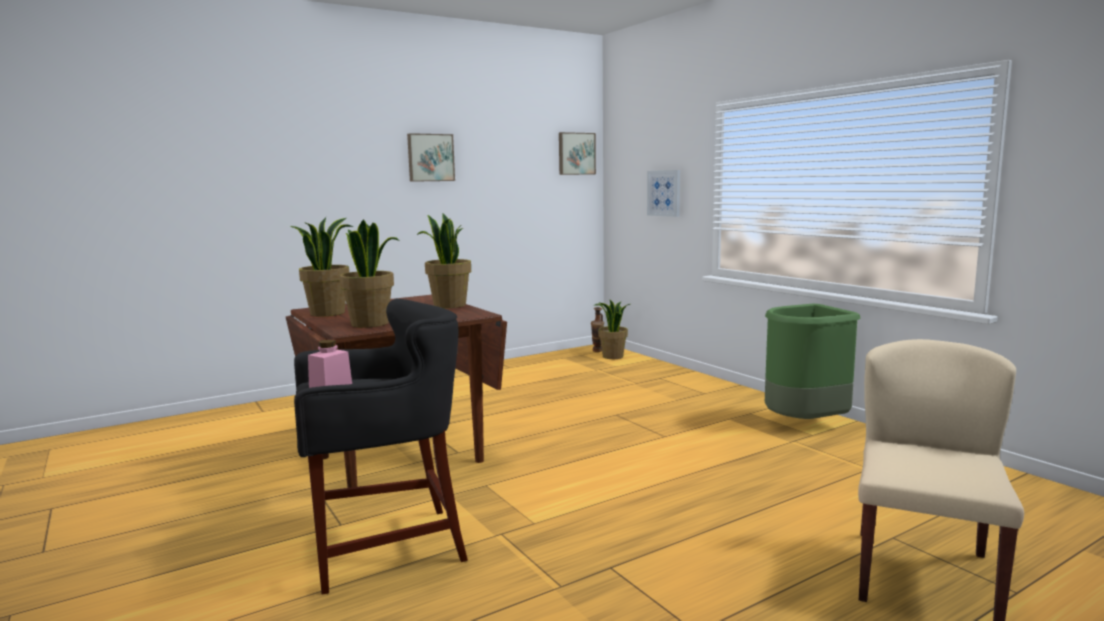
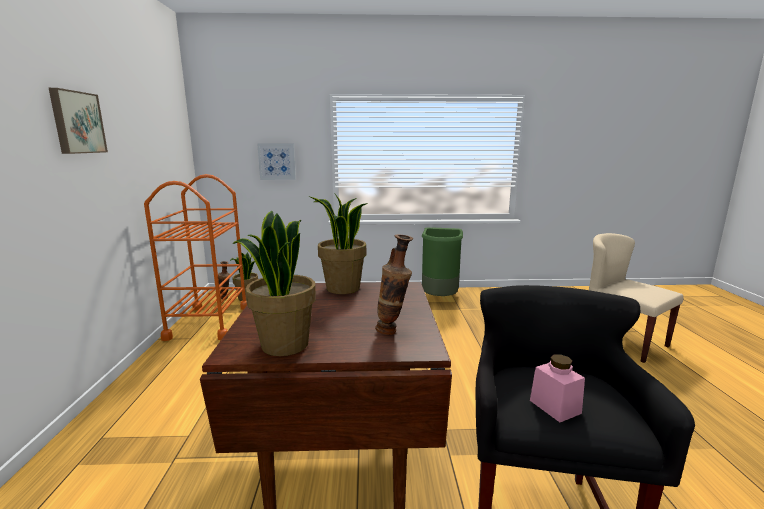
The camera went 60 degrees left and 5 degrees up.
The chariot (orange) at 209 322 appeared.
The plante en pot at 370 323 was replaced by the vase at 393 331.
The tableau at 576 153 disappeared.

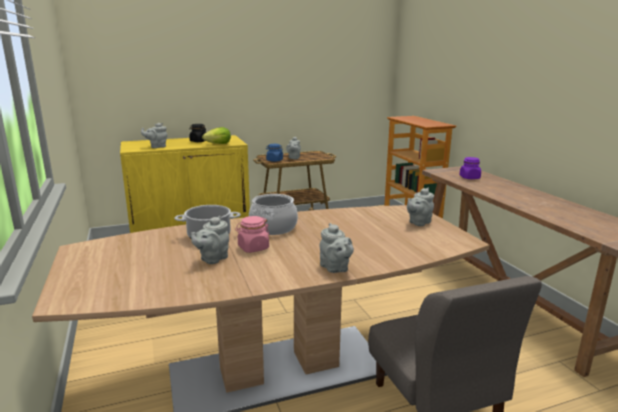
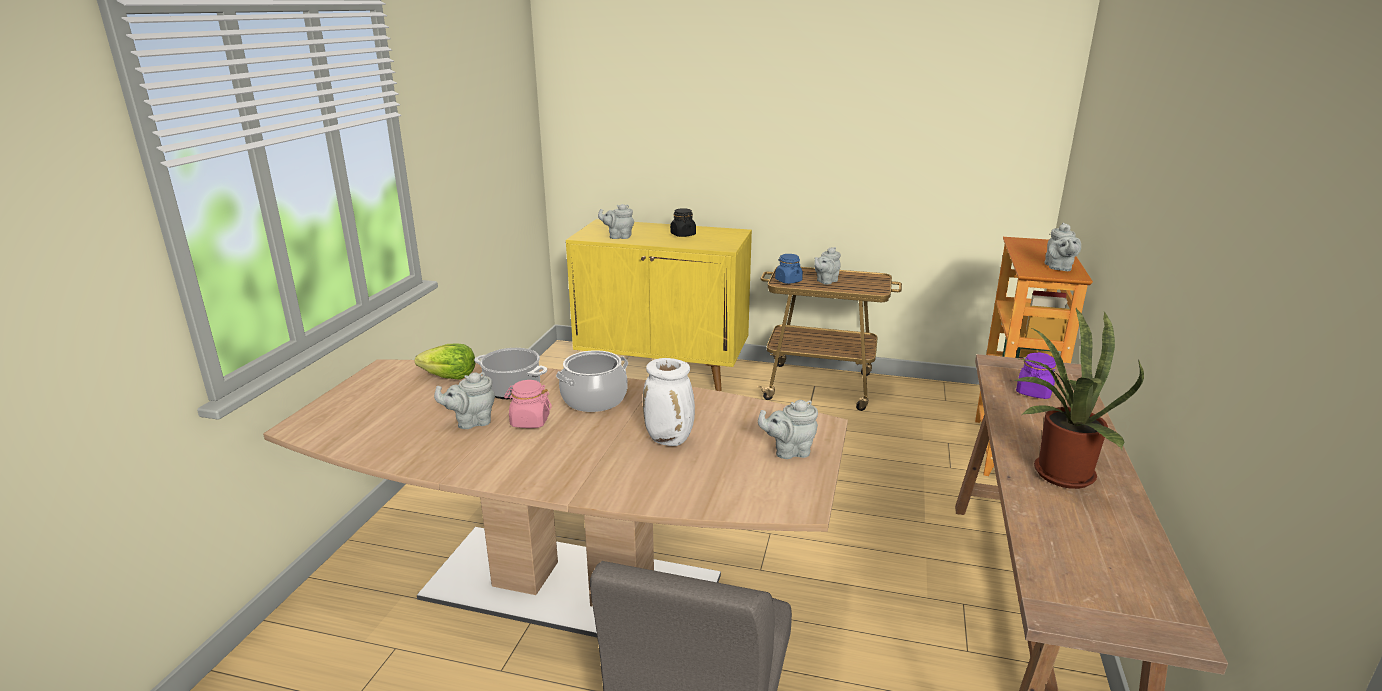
The camera went 35 degrees right and 5 degrees up.
The laitue moved from 218 144 to 450 377.
The vase (blanc) at 670 440 appeared.
The plante en pot at 1056 473 appeared.
The théière (gris) moved from 335 268 to 1058 268.

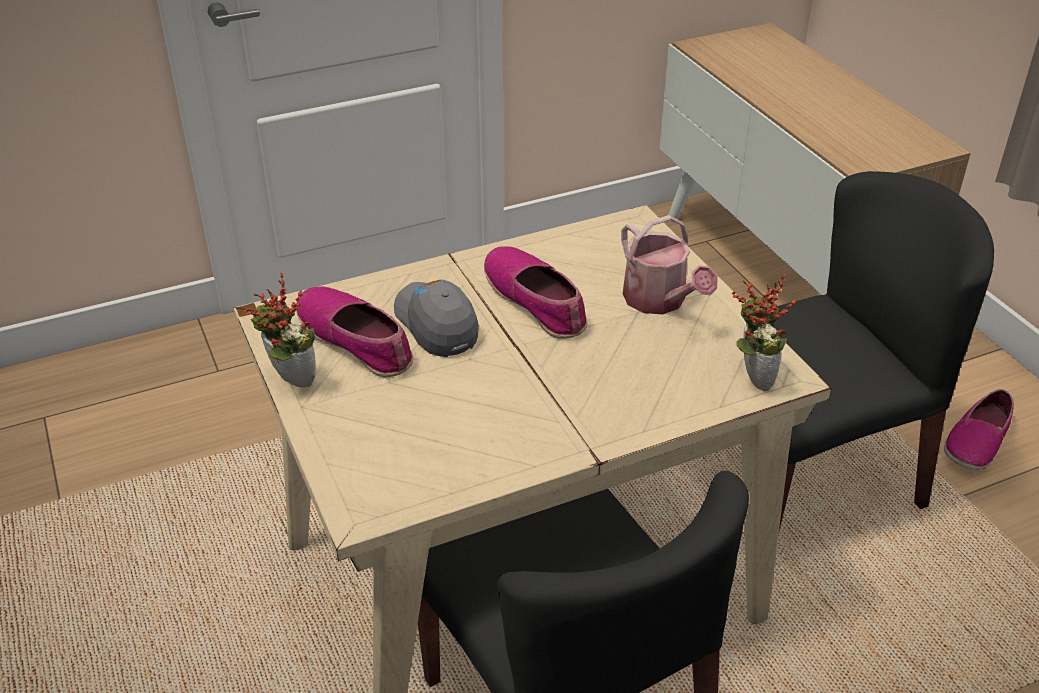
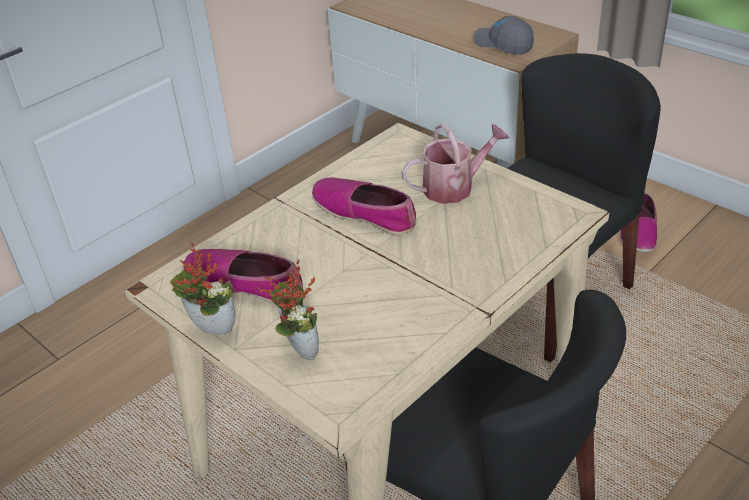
The camera went 20 degrees left and 0 degrees up.
The plante en pot moved from 751 377 to 298 350.
The arrosoir at 660 301 turned 60 degrees counterclockwise.
The casquette (gris) moved from 436 325 to 503 44.

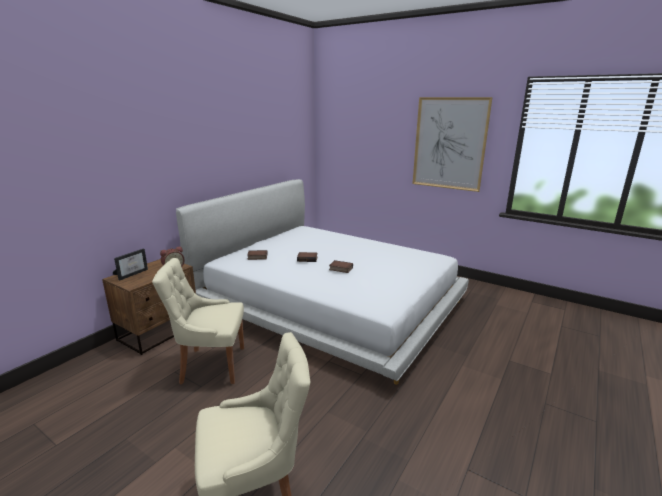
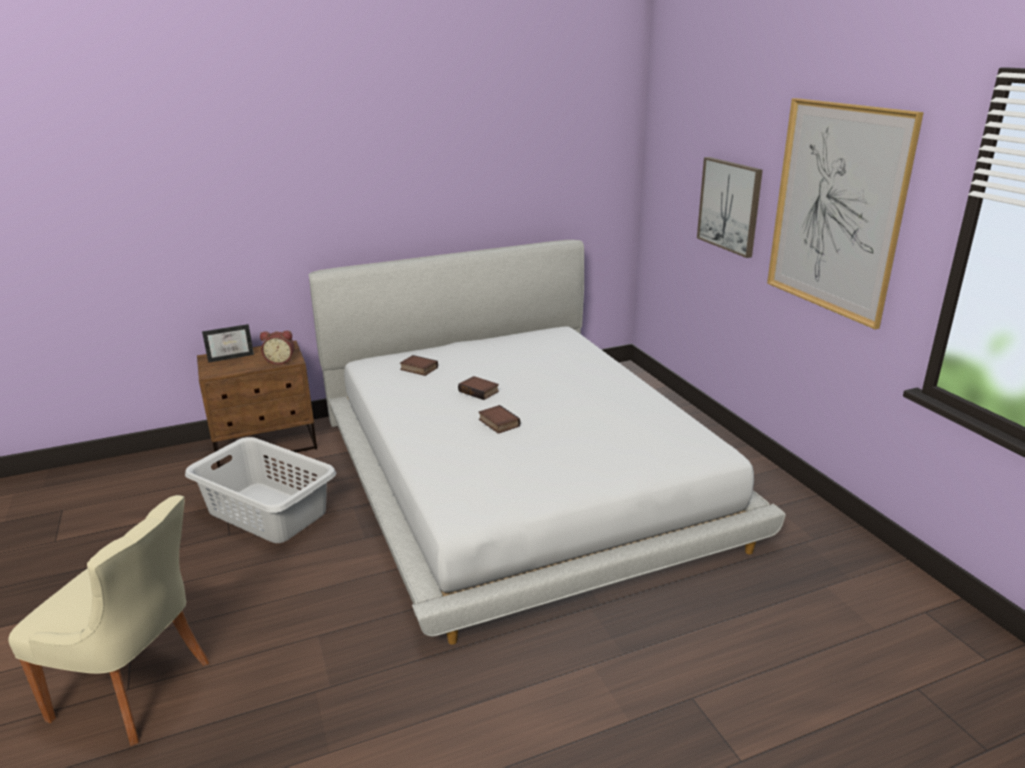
The camera went 35 degrees right and 5 degrees up.
The chaise (beige) at 210 365 was replaced by the panier à linge (gris) at 267 511.
The tableau at 730 206 appeared.

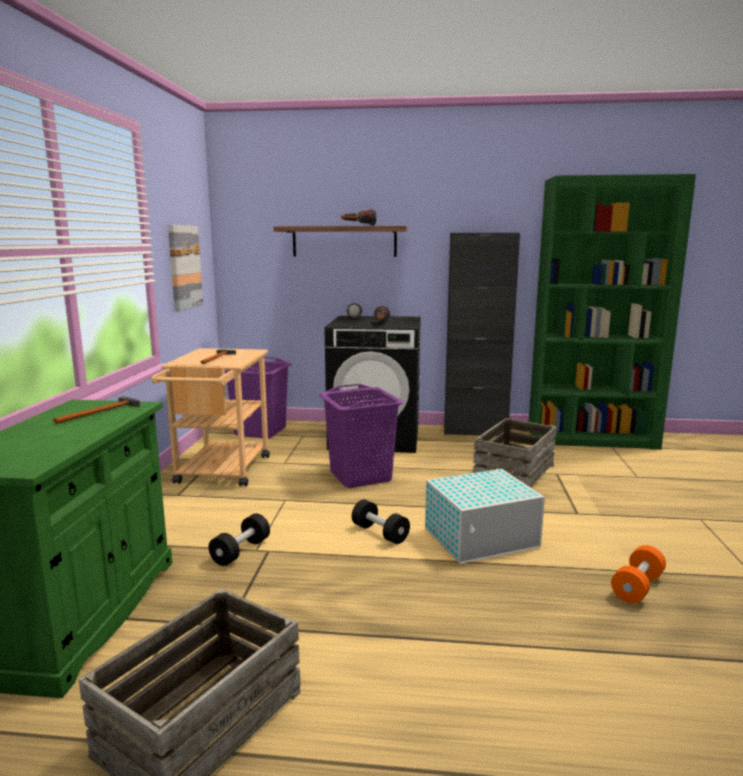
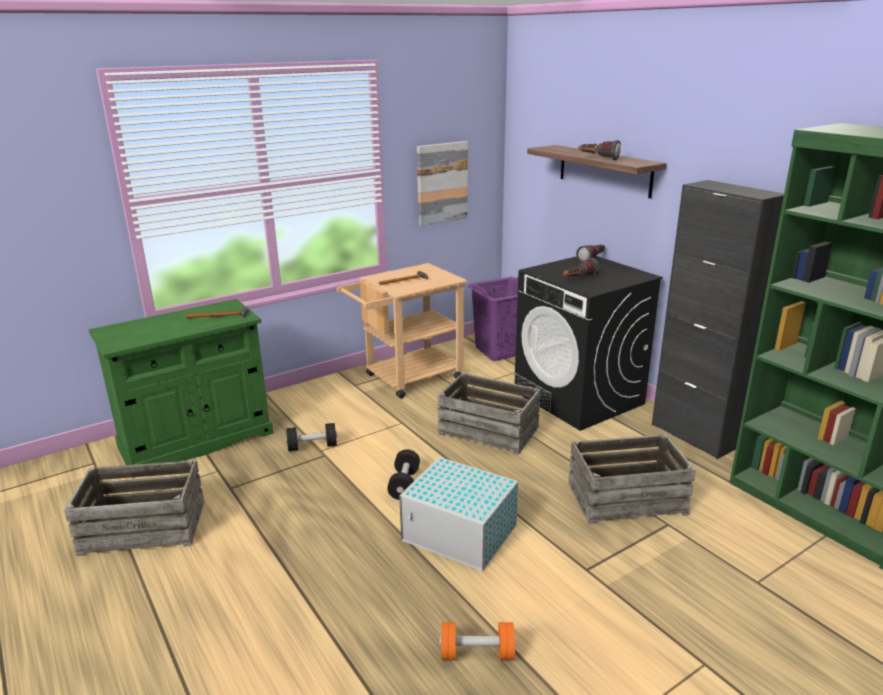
The camera went 50 degrees right and 10 degrees up.
The panier à linge (violet) at 361 476 was replaced by the caisse at 489 430.

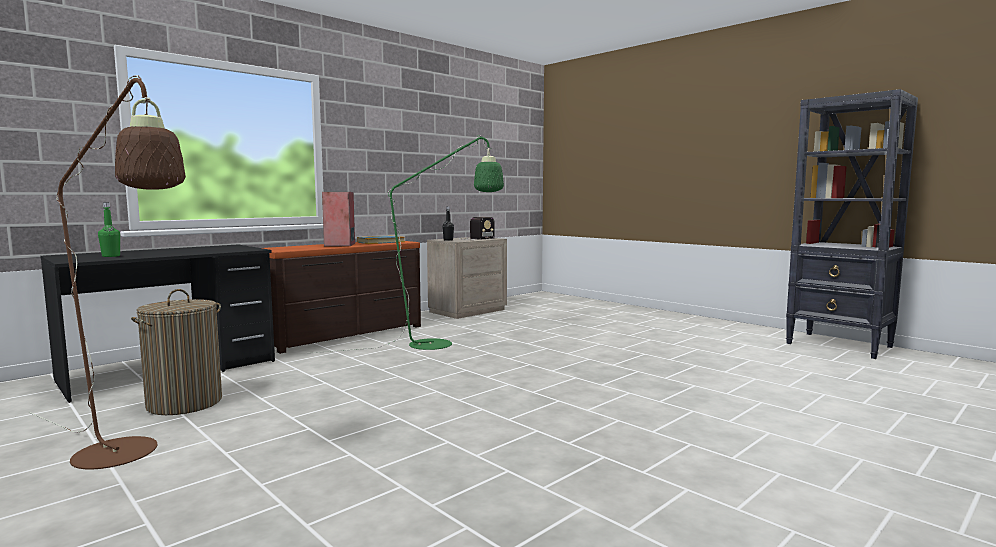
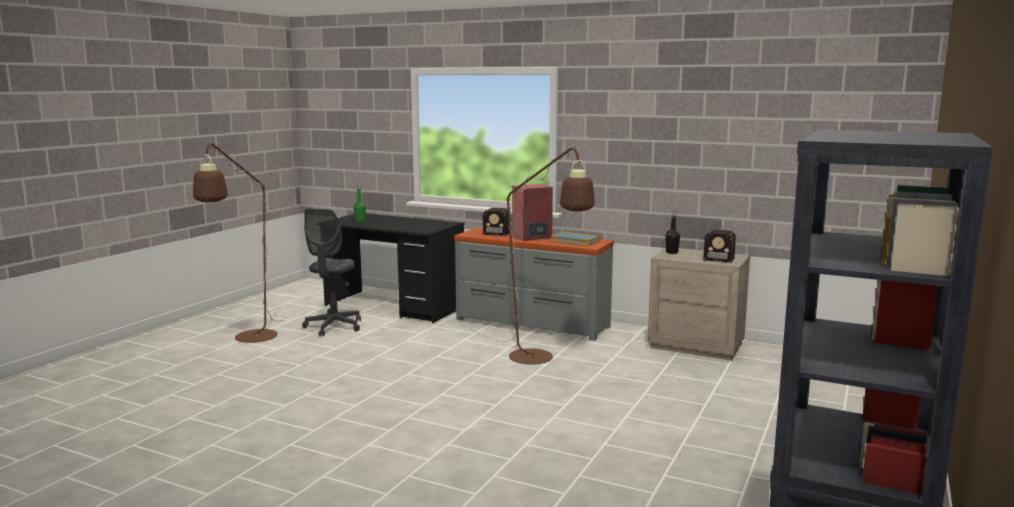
The camera went 70 degrees right and 5 degrees up.
The panier à linge at 184 403 was replaced by the chaise de bureau (gris) at 334 327.
The commode (marron) at 345 335 became the commode (gris) at 531 323.
The lampadaire (vert) at 442 343 became the lampadaire (marron) at 538 359.
The radio at 488 233 appeared.

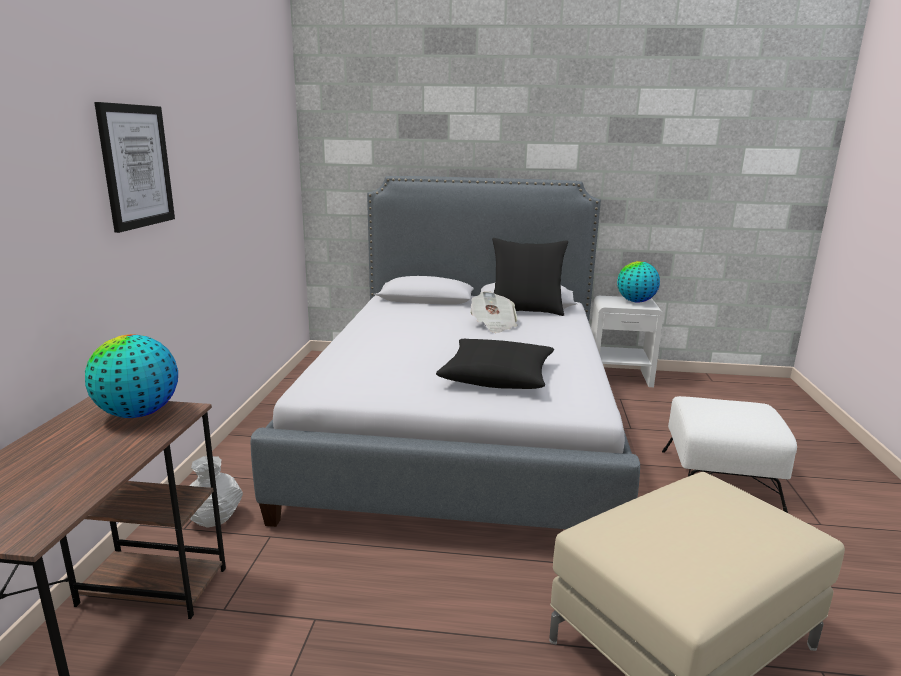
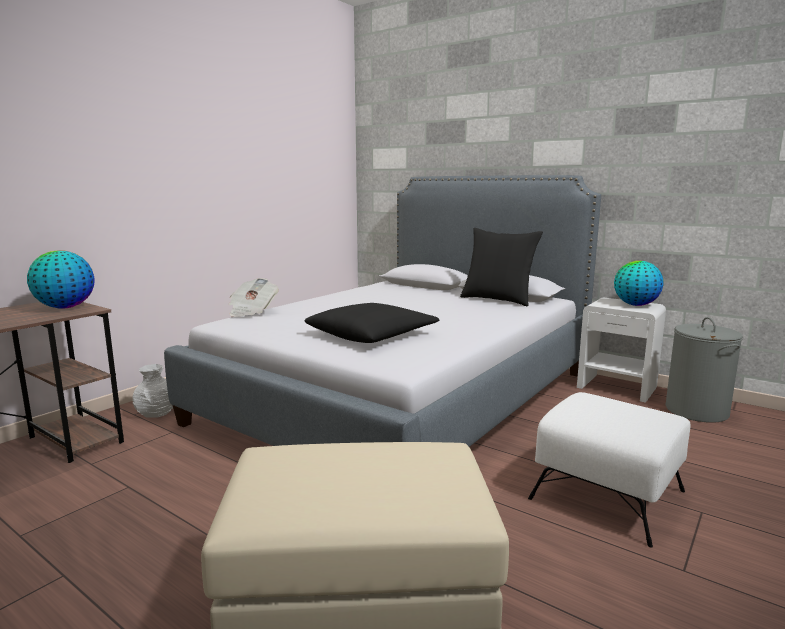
The camera went 30 degrees right and 5 degrees down.
The journal moved from 493 325 to 252 311.
The panier à linge (gris) at 697 411 appeared.
The tableau at 136 166 disappeared.

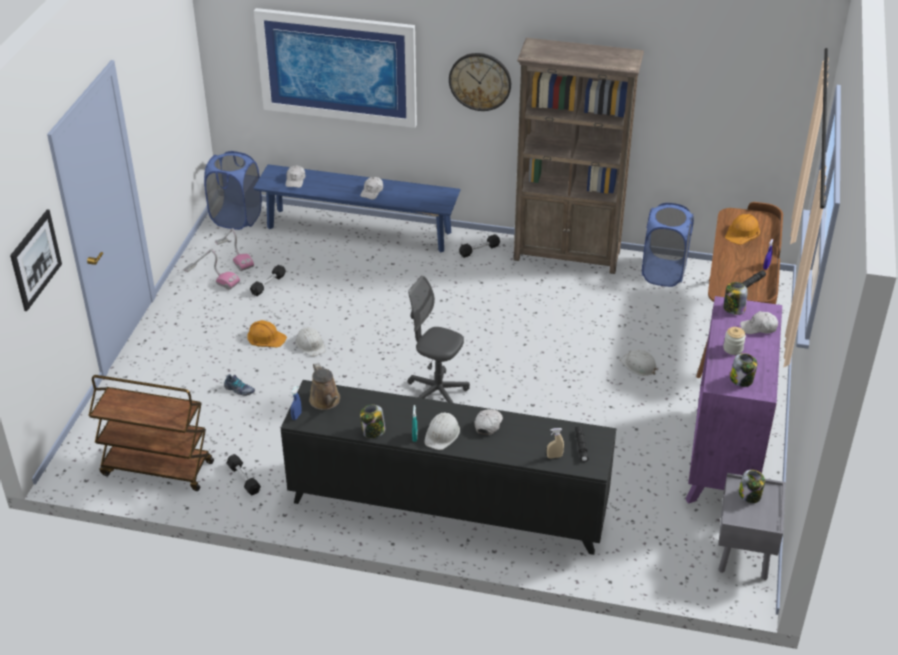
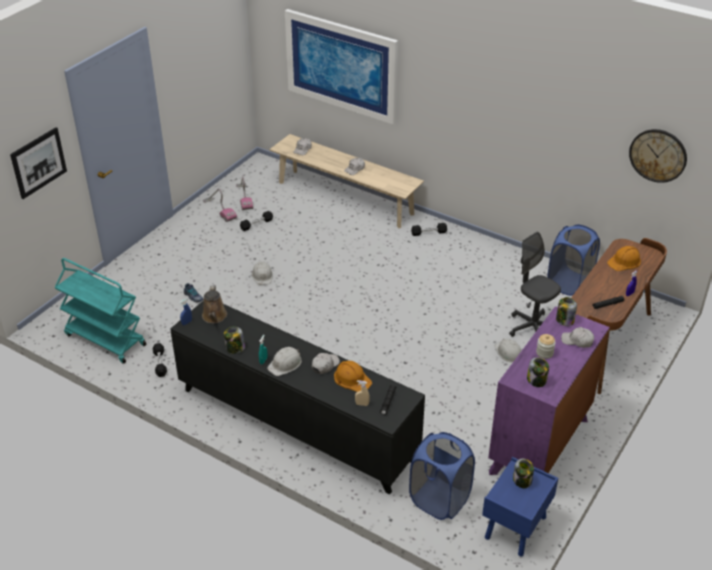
The camera went 20 degrees right and 0 degrees up.
The chariot (marron) at 156 469 became the chariot (turquoise) at 104 340.
The banc (bleu) at 359 230 became the banc (beige) at 345 198.
The casque de chantier (orange) moved from 266 337 to 352 378.
The panier à linge (bleu) moved from 236 218 to 439 500.
The table de chevet (gris) at 744 552 became the table de chevet (bleu) at 515 528.
The chaise de bureau (gris) moved from 437 392 to 532 328.
The horloge murale moved from 480 81 to 658 155.
The bibliothèque (marron) at 567 255 disappeared.

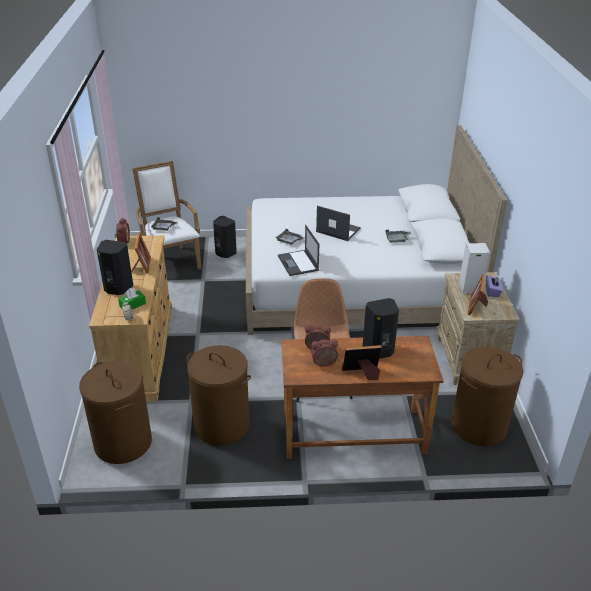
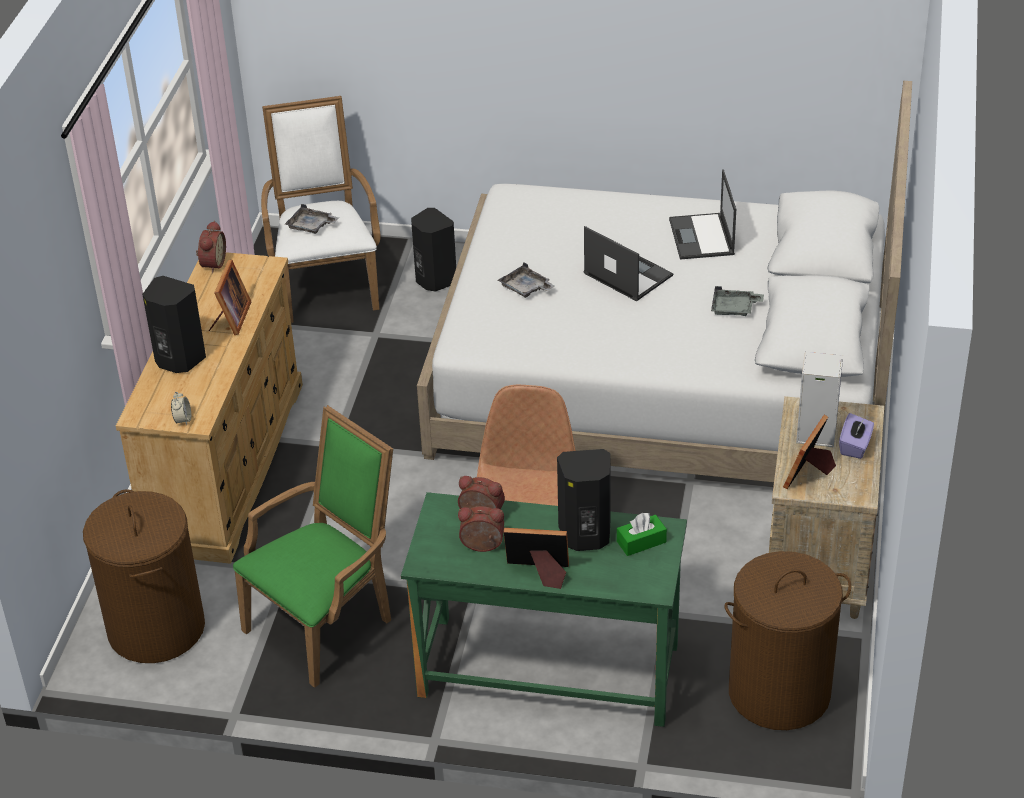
The camera went 15 degrees right and 5 degrees up.
The panier à linge (marron) at 222 425 was replaced by the fauteuil (vert) at 327 623.
The bureau (marron) at 353 433 became the bureau (vert) at 548 671.
The boîte à mouchoirs (vert) moved from 132 305 to 641 542.
The ordinateur portable moved from 298 263 to 702 237.

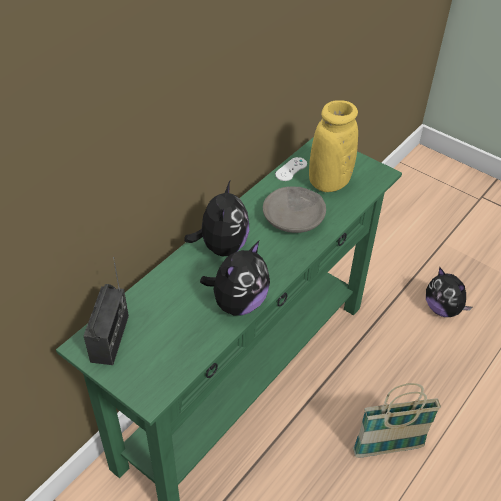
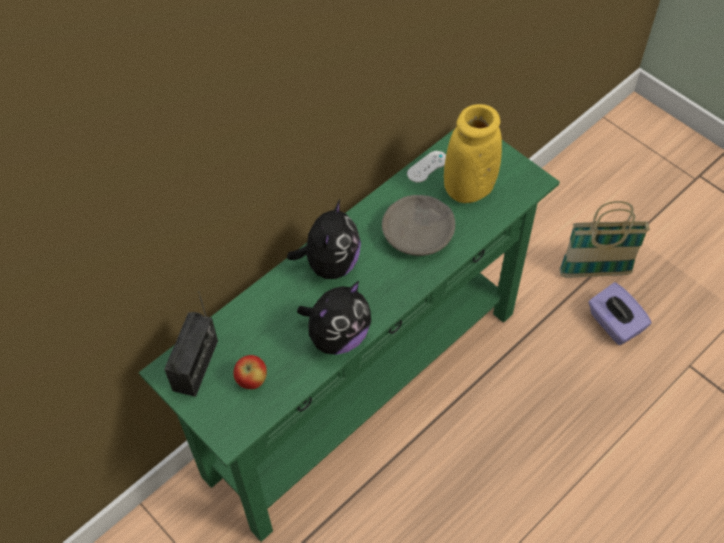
The camera went 10 degrees right and 10 degrees up.
The pomme at 252 380 appeared.
The panier moved from 388 449 to 595 272.
The peluche at 442 308 was replaced by the boîte à mouchoirs (violet) at 614 324.

